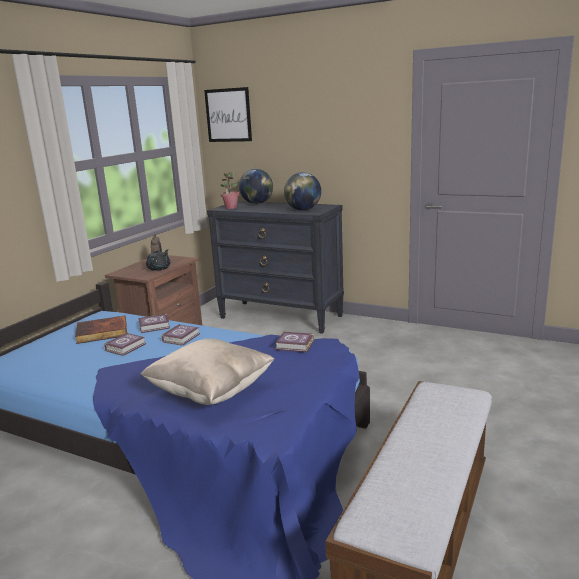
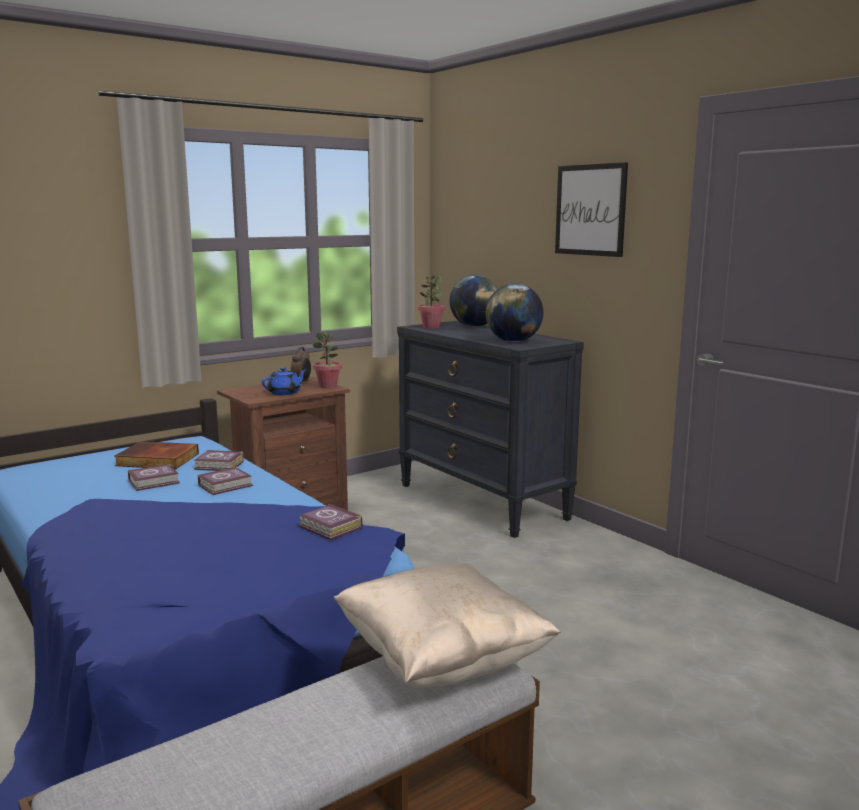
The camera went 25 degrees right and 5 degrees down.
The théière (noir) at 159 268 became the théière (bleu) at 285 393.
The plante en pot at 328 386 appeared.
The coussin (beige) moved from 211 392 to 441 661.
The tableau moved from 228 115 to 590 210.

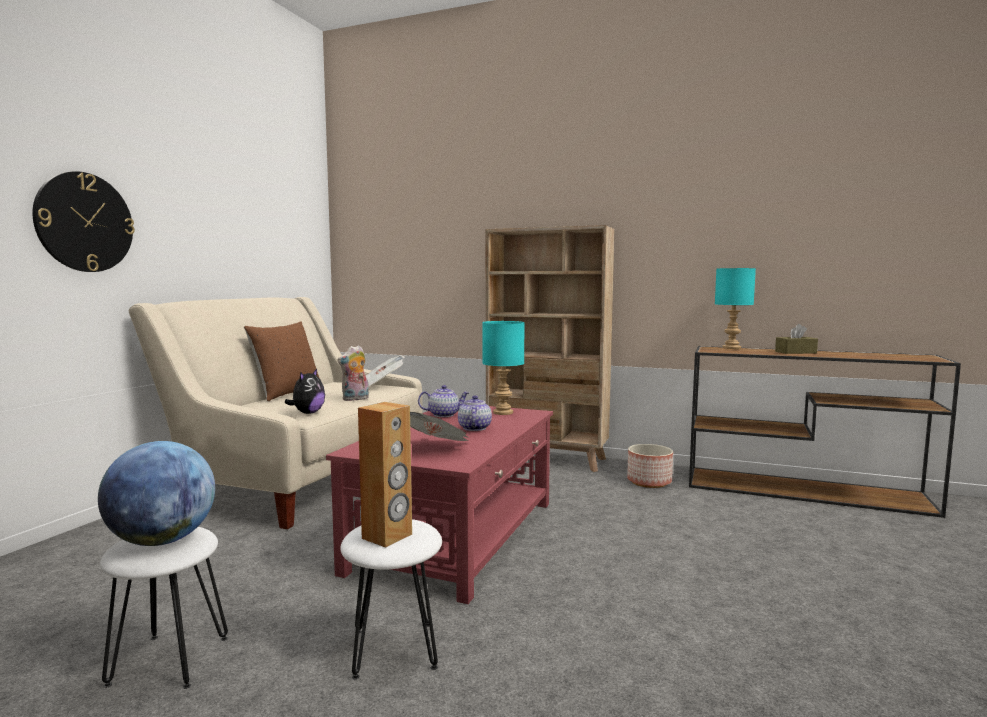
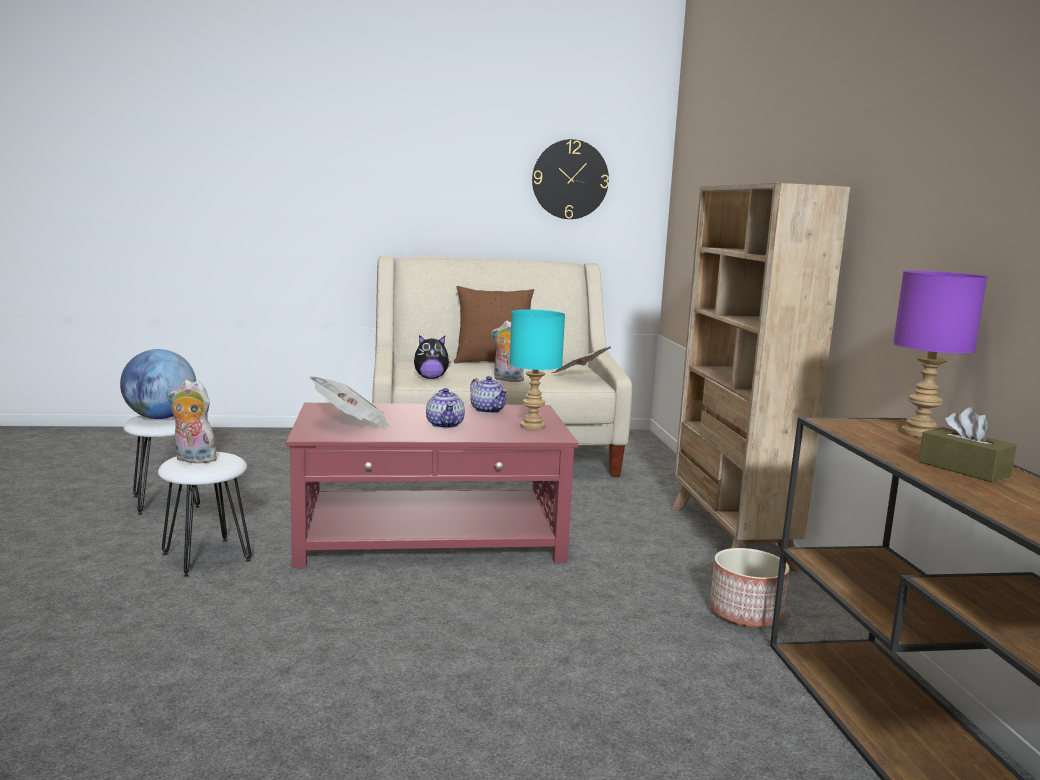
The camera went 60 degrees right and 5 degrees up.
The enceinte (marron) at 387 536 was replaced by the peluche at 192 460.
The théière at 474 428 turned 105 degrees clockwise.
The horloge murale moved from 84 222 to 570 179.
The lampe de table (turquoise) at 732 348 became the lampe de table (violet) at 921 433.

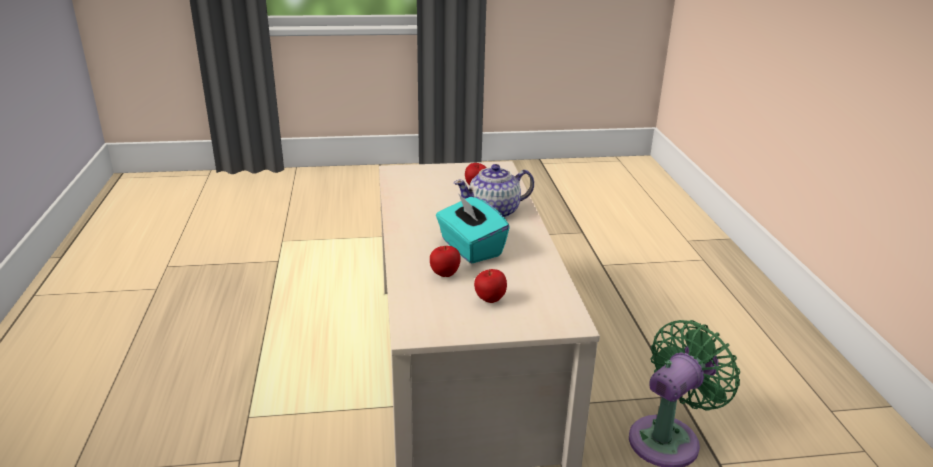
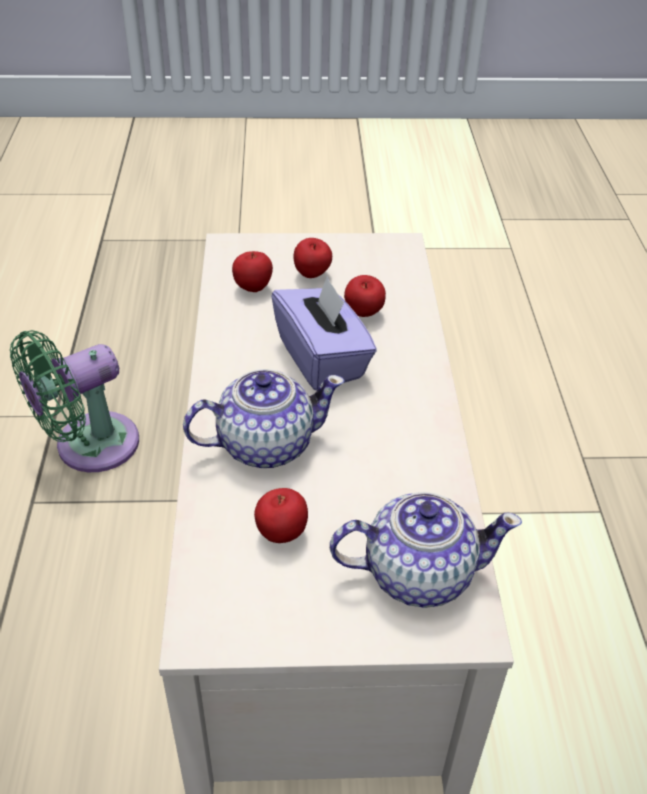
The camera went 175 degrees left and 15 degrees up.
The pomme at 253 288 appeared.
The boîte à mouchoirs (turquoise) at 470 248 became the boîte à mouchoirs (violet) at 322 359.
The théière at 417 573 appeared.

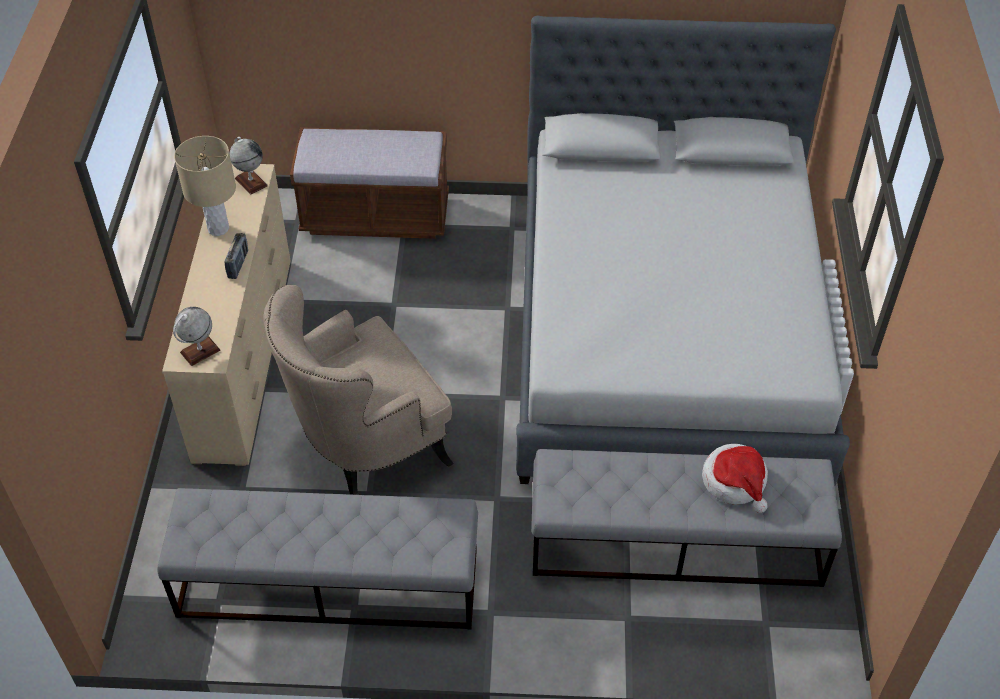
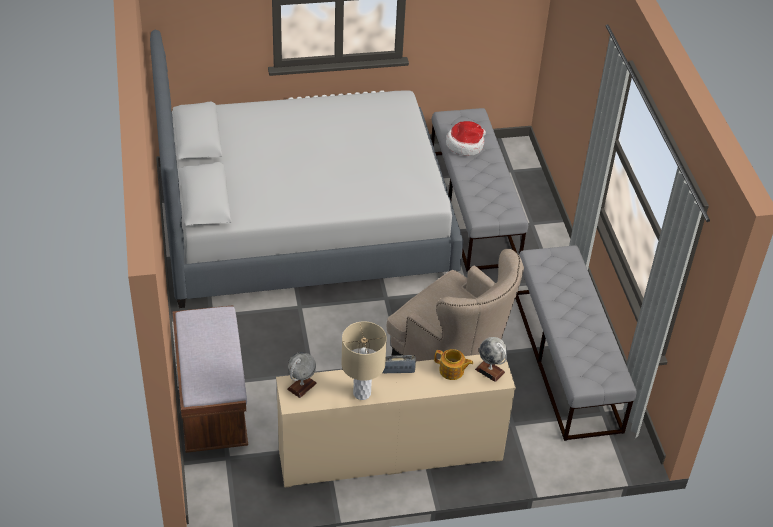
The camera went 105 degrees left and 5 degrees down.
The théière at 452 371 appeared.

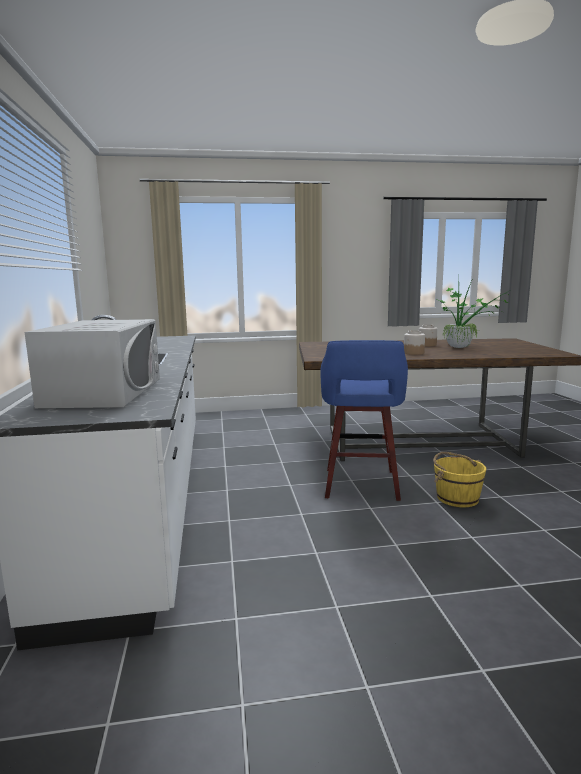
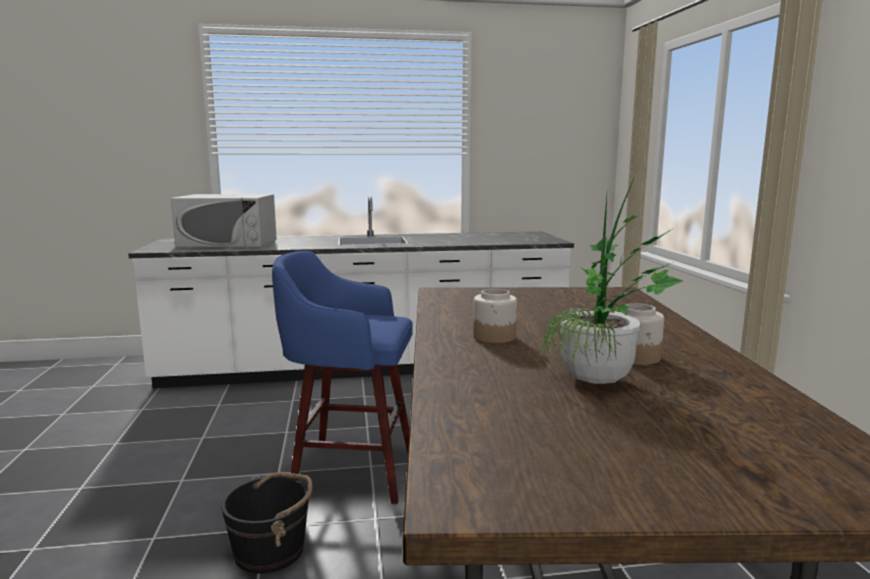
The camera went 90 degrees right and 0 degrees up.
The seau (jaune) at 456 498 became the seau (noir) at 271 551.

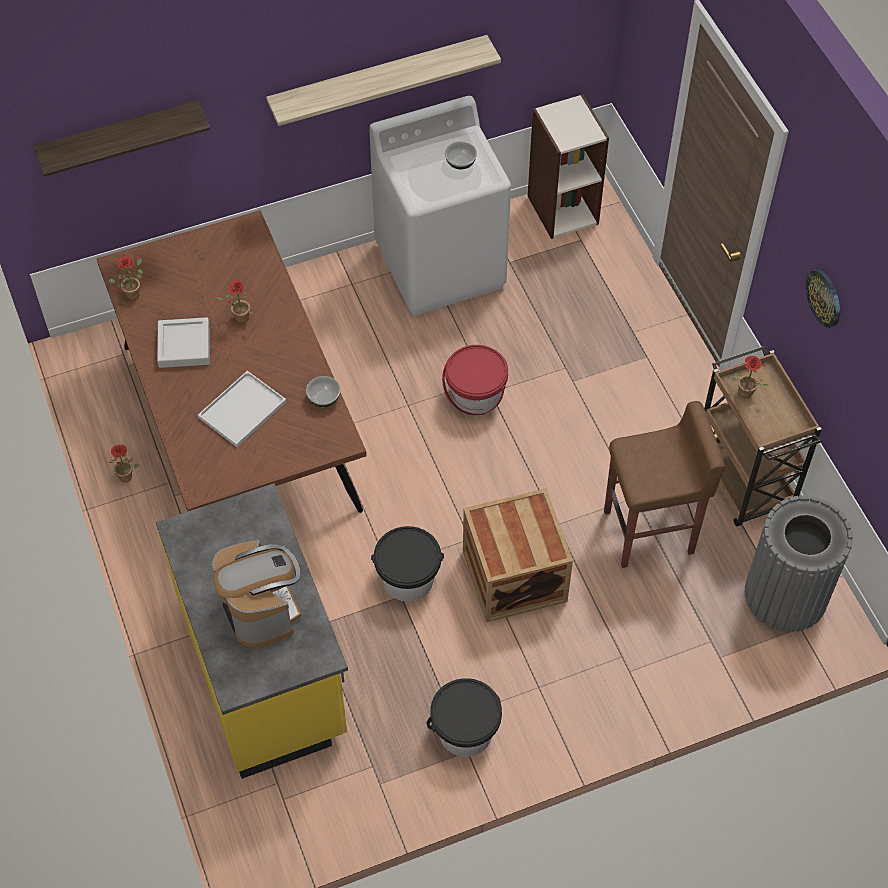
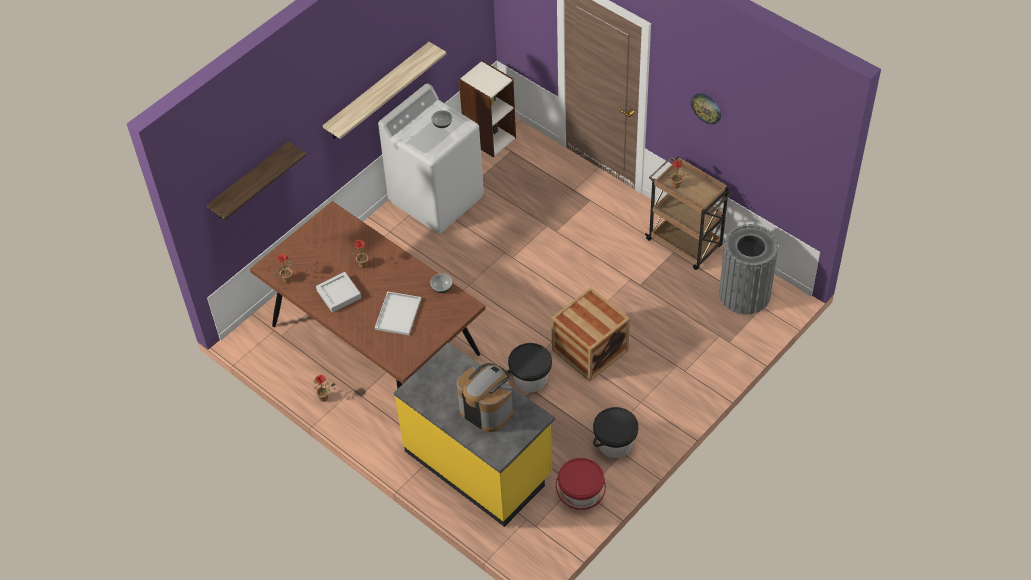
The camera went 25 degrees left and 5 degrees down.
The seau (rouge) moved from 476 397 to 581 495.
The tabouret (marron) at 650 533 disappeared.

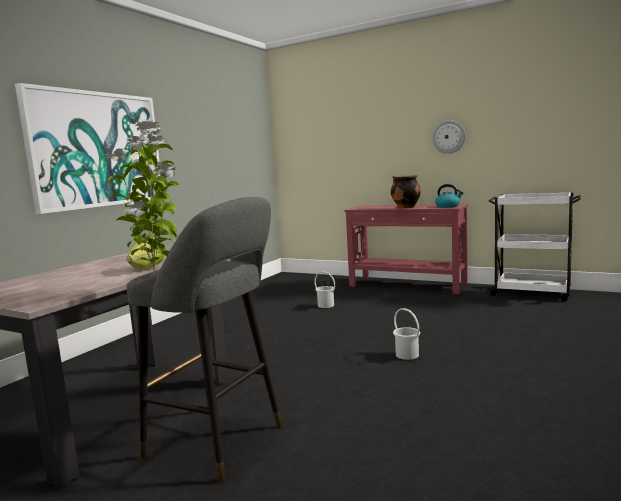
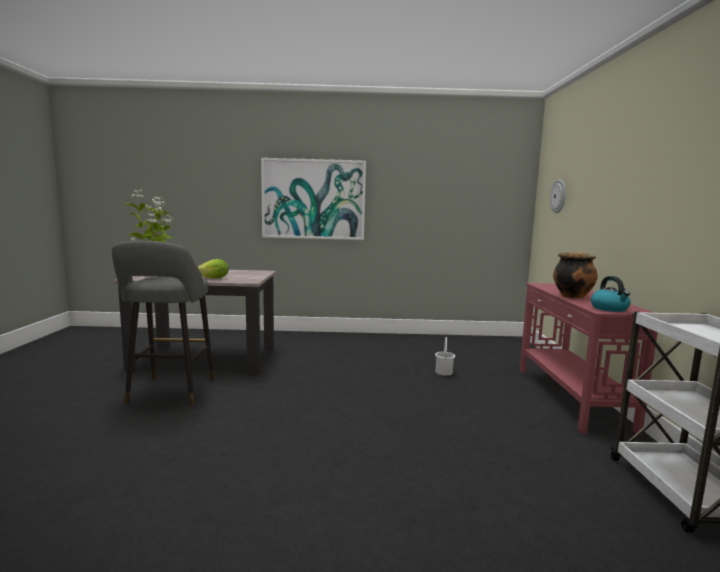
The camera went 60 degrees right and 0 degrees up.
The horloge murale moved from 448 137 to 558 196.
The seau (blanc) at 407 355 disappeared.

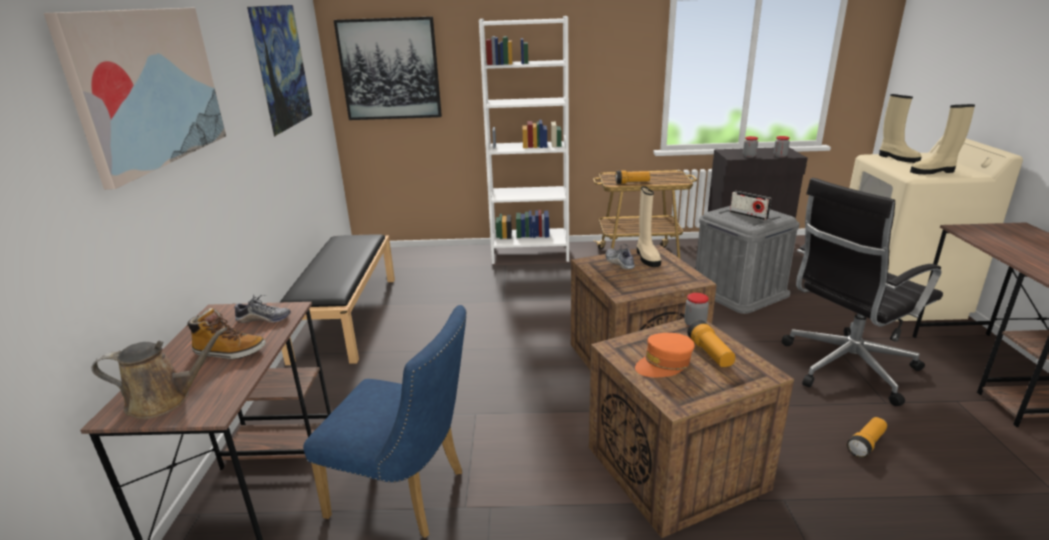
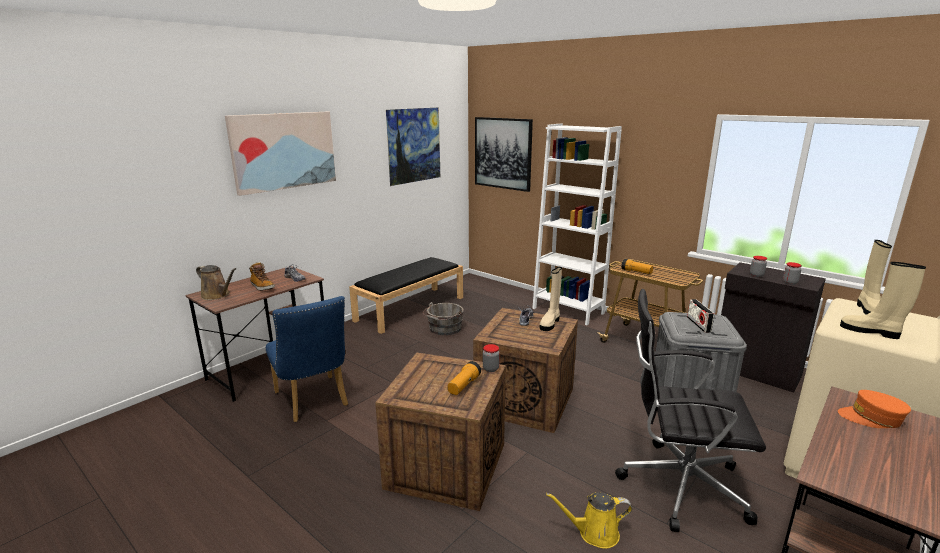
The camera went 40 degrees right and 5 degrees down.
The seau (gris) at 444 329 appeared.
The lampe de poche at 866 444 was replaced by the arrosoir (jaune) at 594 533.
The casquette (orange) moved from 664 364 to 871 418.

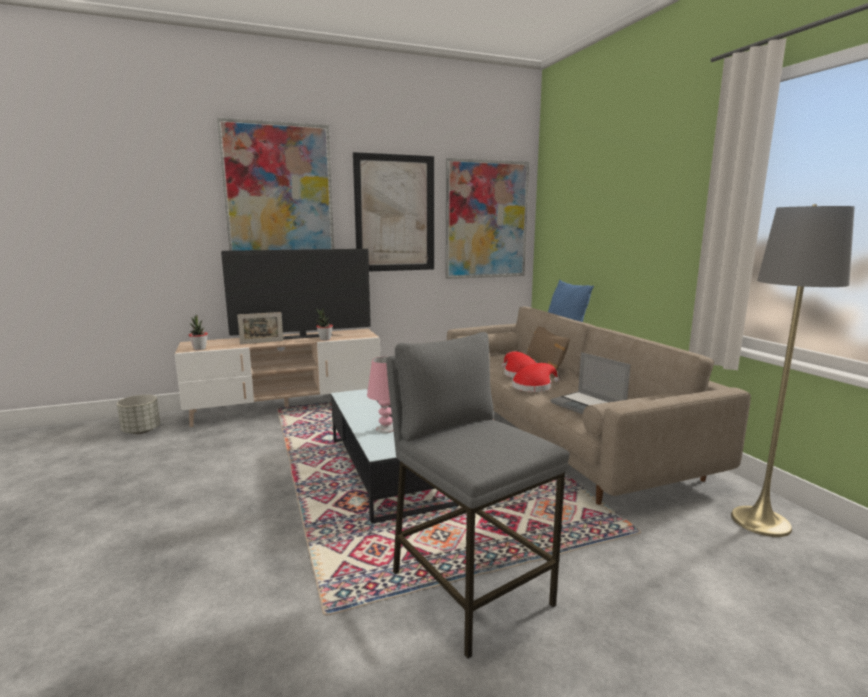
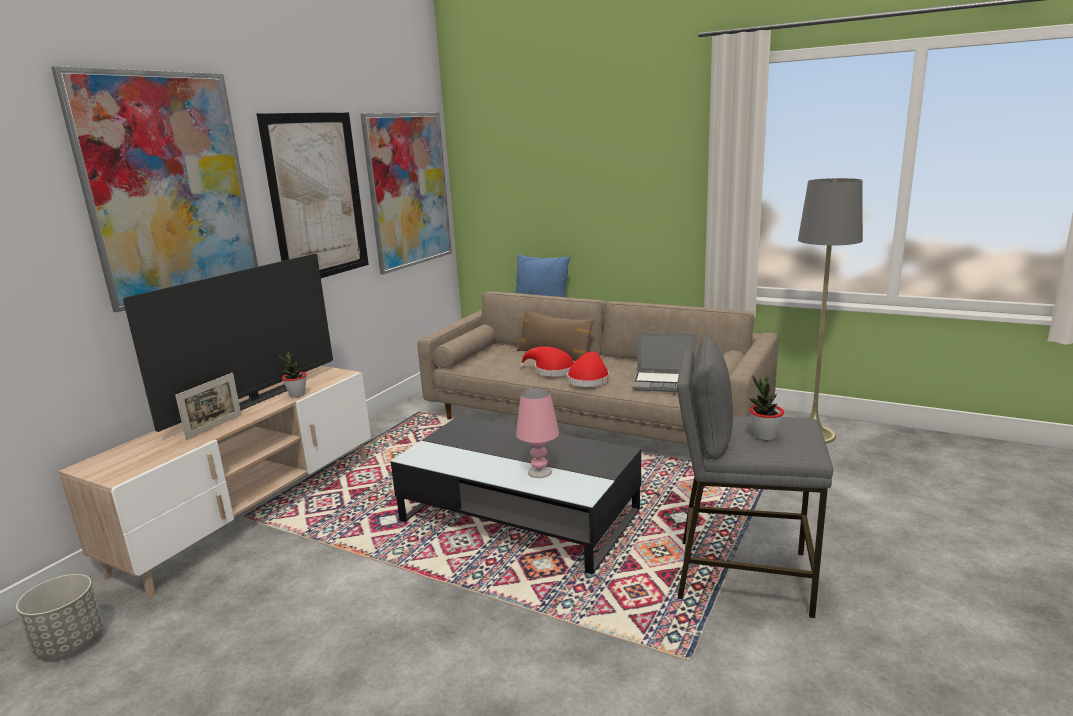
The camera went 40 degrees left and 5 degrees up.
The plante en pot moved from 199 348 to 764 436.

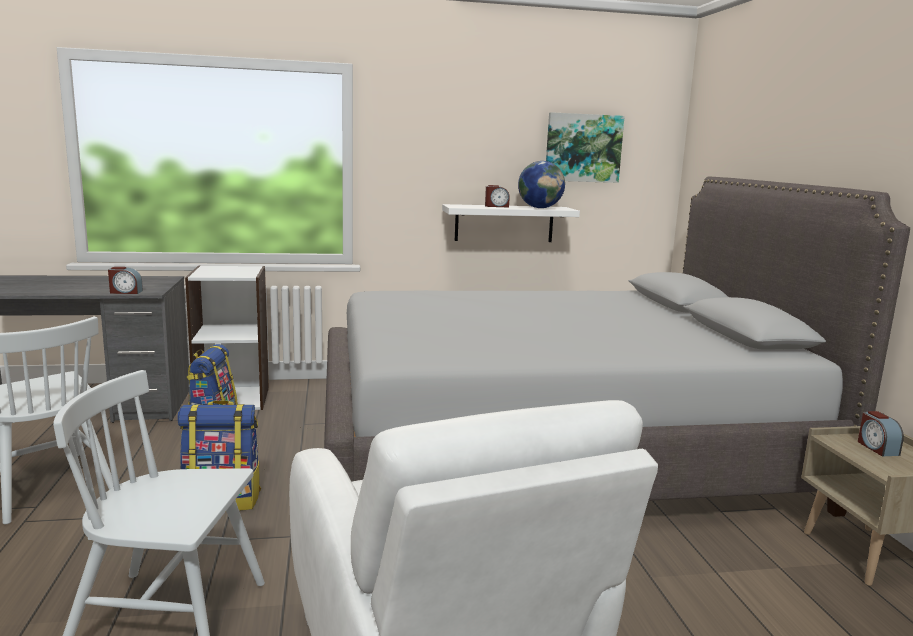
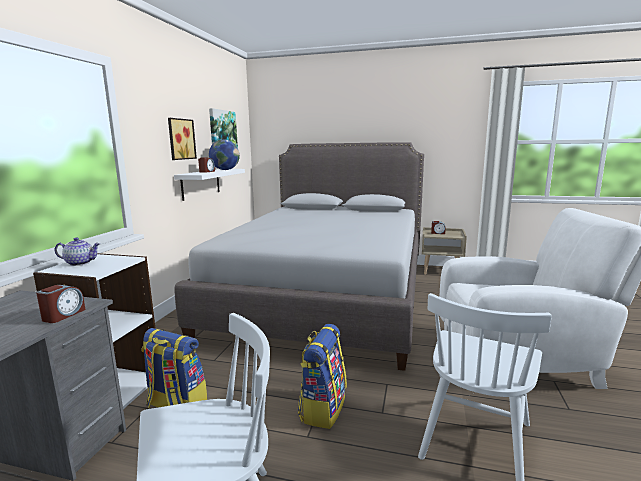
The camera went 65 degrees left and 0 degrees up.
The théière at 80 263 appeared.
The tableau at 180 139 appeared.

